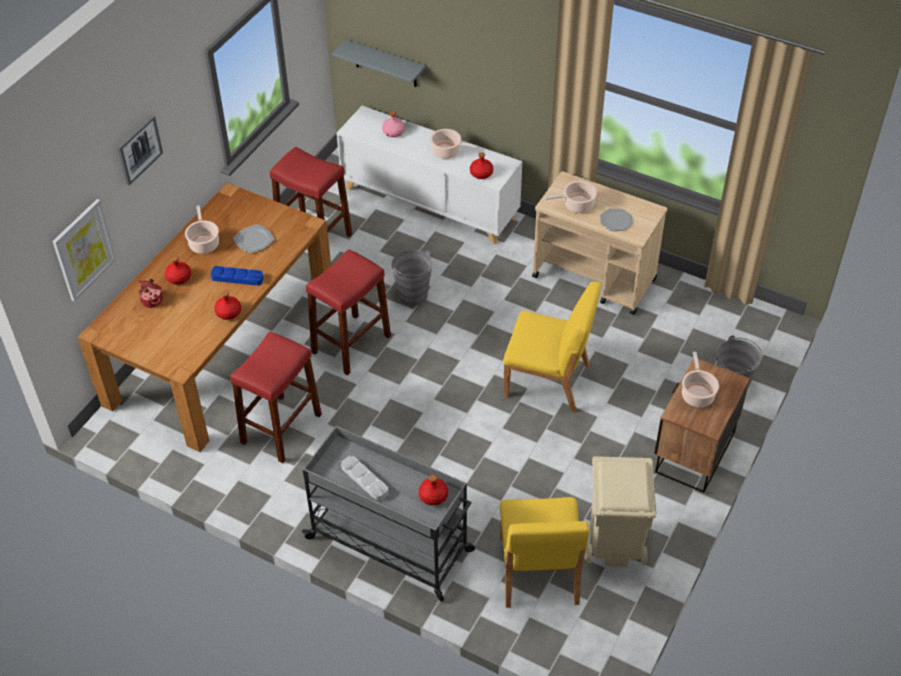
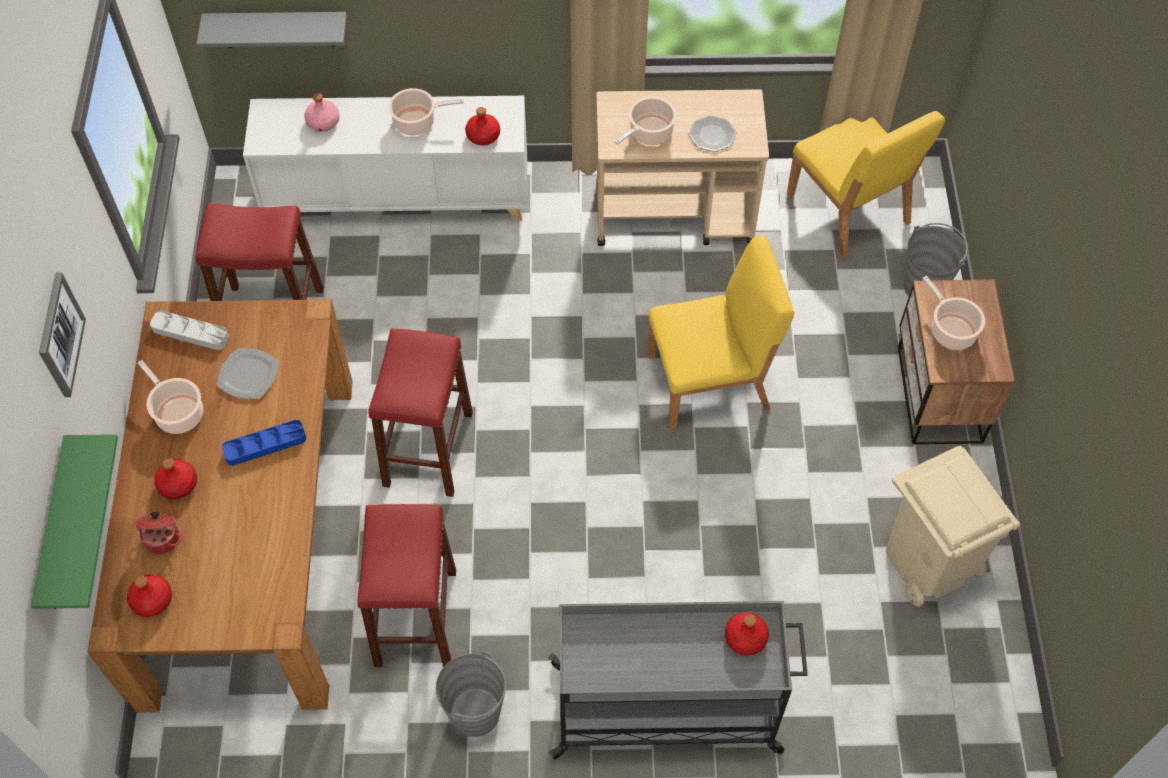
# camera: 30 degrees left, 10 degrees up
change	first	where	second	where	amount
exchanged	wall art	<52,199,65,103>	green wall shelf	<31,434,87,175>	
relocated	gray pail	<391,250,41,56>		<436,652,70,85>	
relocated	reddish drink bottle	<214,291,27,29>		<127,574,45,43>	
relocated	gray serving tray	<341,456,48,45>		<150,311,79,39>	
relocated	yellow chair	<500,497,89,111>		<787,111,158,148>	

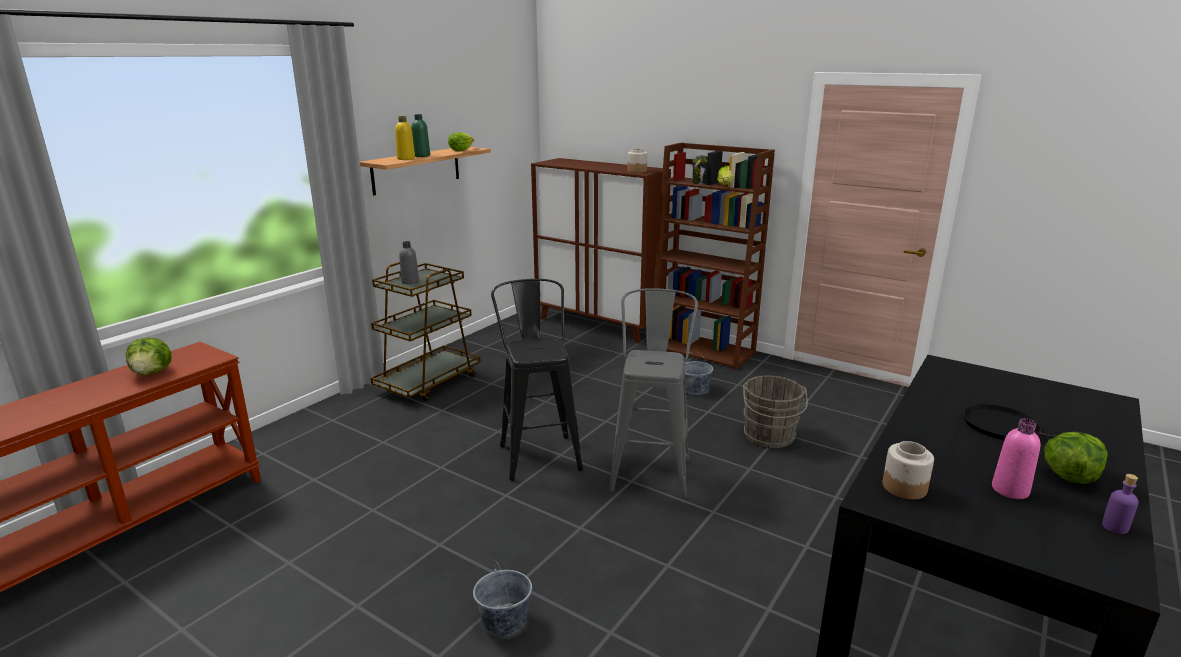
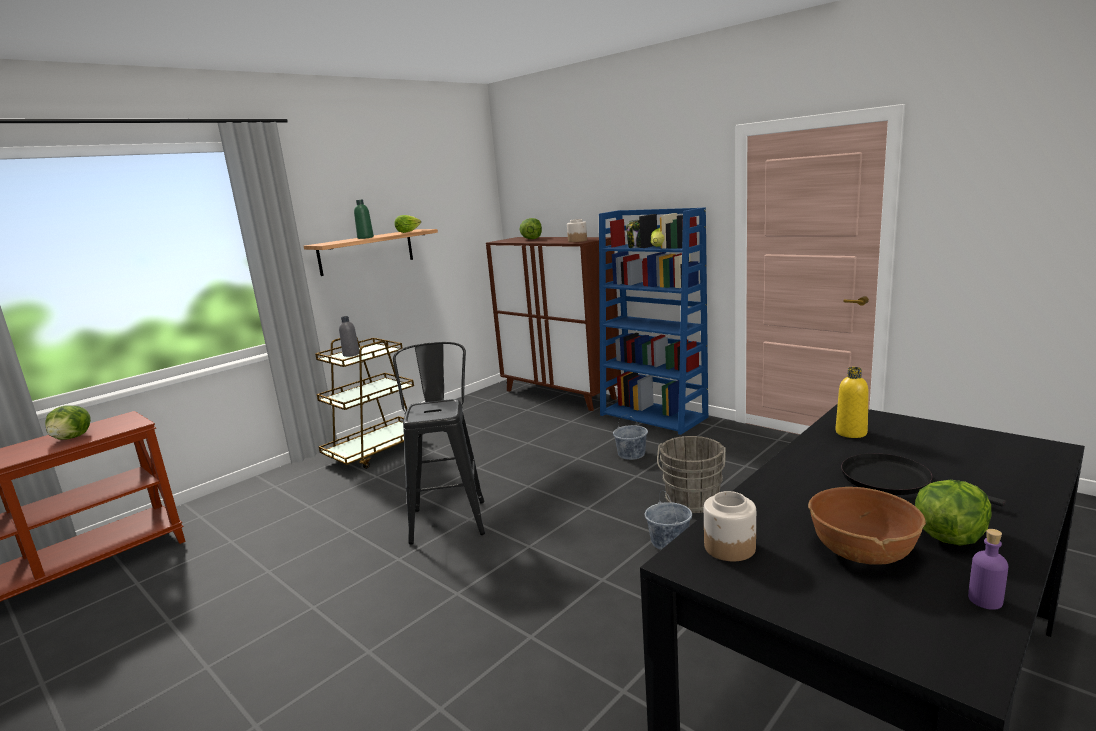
# camera: 10 degrees right, 5 degrees down
change	first	where	second	where	amount
relocated	yellow drink bottle	<395,116,20,44>		<835,367,34,71>	
colour	brown-coloured shelving unit	<654,143,121,227>	bluish shelving unit	<599,207,109,228>	
missing	gray stool	<609,288,89,211>			
exchanged	pinkish drink bottle	<992,418,48,81>	brown-coloured deep dish	<808,487,118,78>	
relocated	gray pail	<473,560,59,76>		<645,490,47,60>	
appeared			head of lettuce	<519,218,23,21>	

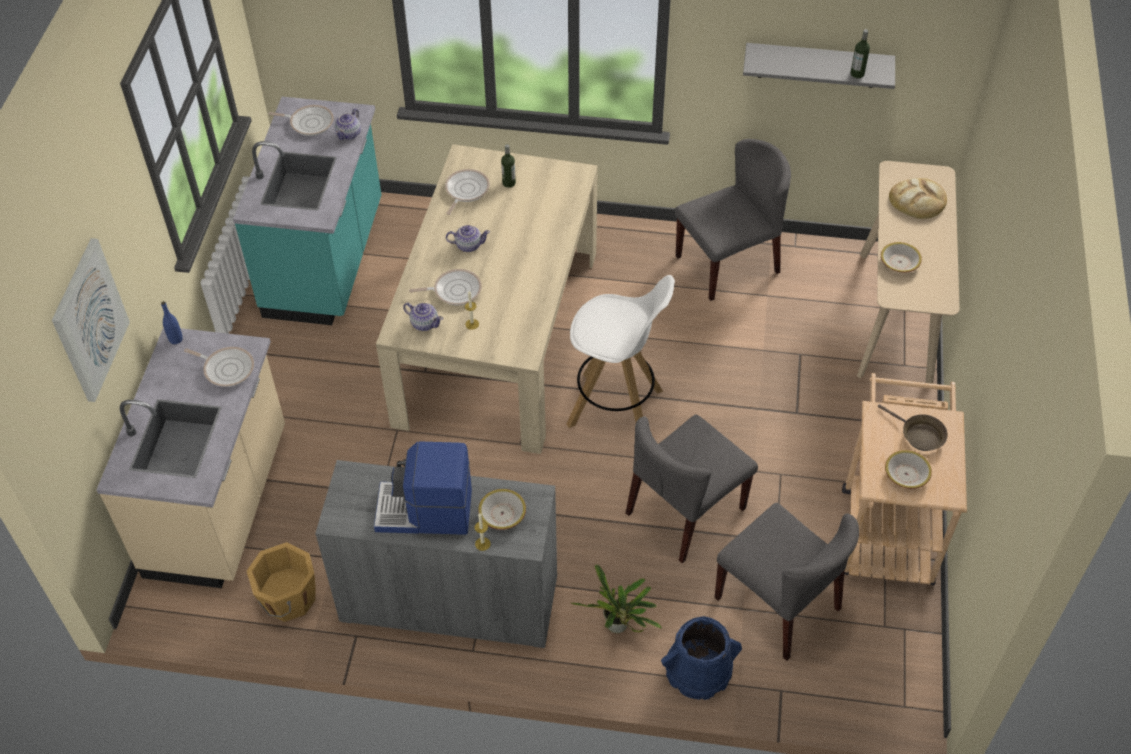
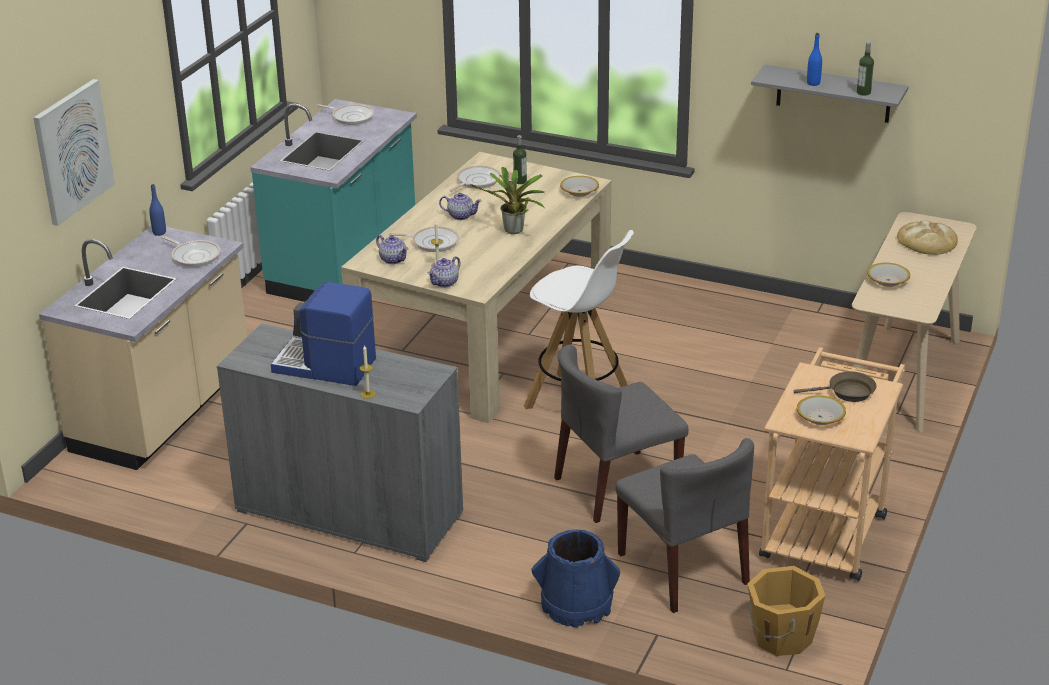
# camera: 15 degrees right, 20 degrees down
change	first	where	second	where	amount
relocated	tea pot	<335,109,26,31>		<427,256,34,31>	
missing	gray chair	<675,139,116,162>			
spun	brown-coloured pan	<878,404,70,47>		<794,371,82,31>	60 degrees counterclockwise
relocated	deep dish	<478,489,48,41>		<560,176,39,21>	
relocated	orange pail	<247,542,69,80>		<747,566,78,90>	
relocated	potted plant	<571,564,91,69>		<470,167,75,67>	
appeared			bluish drink bottle	<807,33,15,53>	

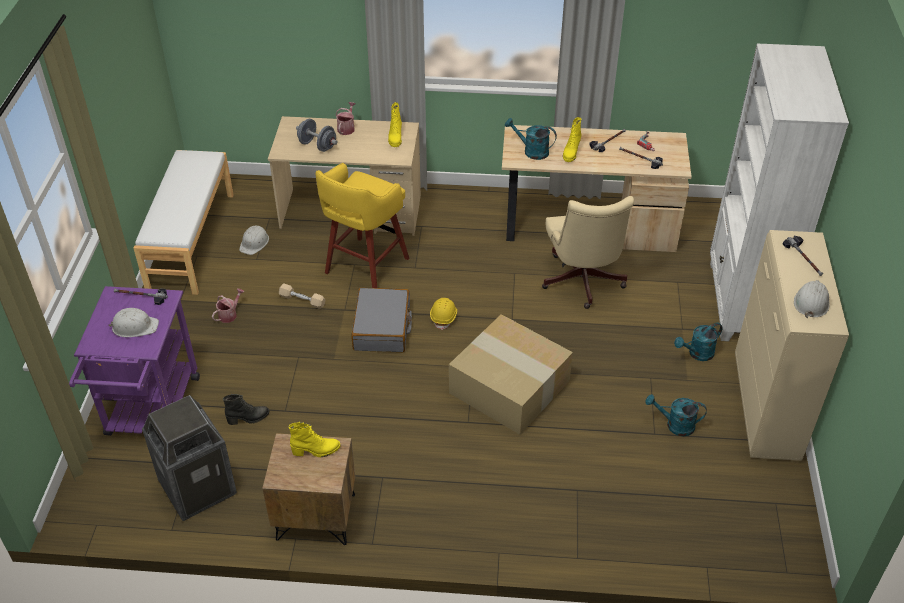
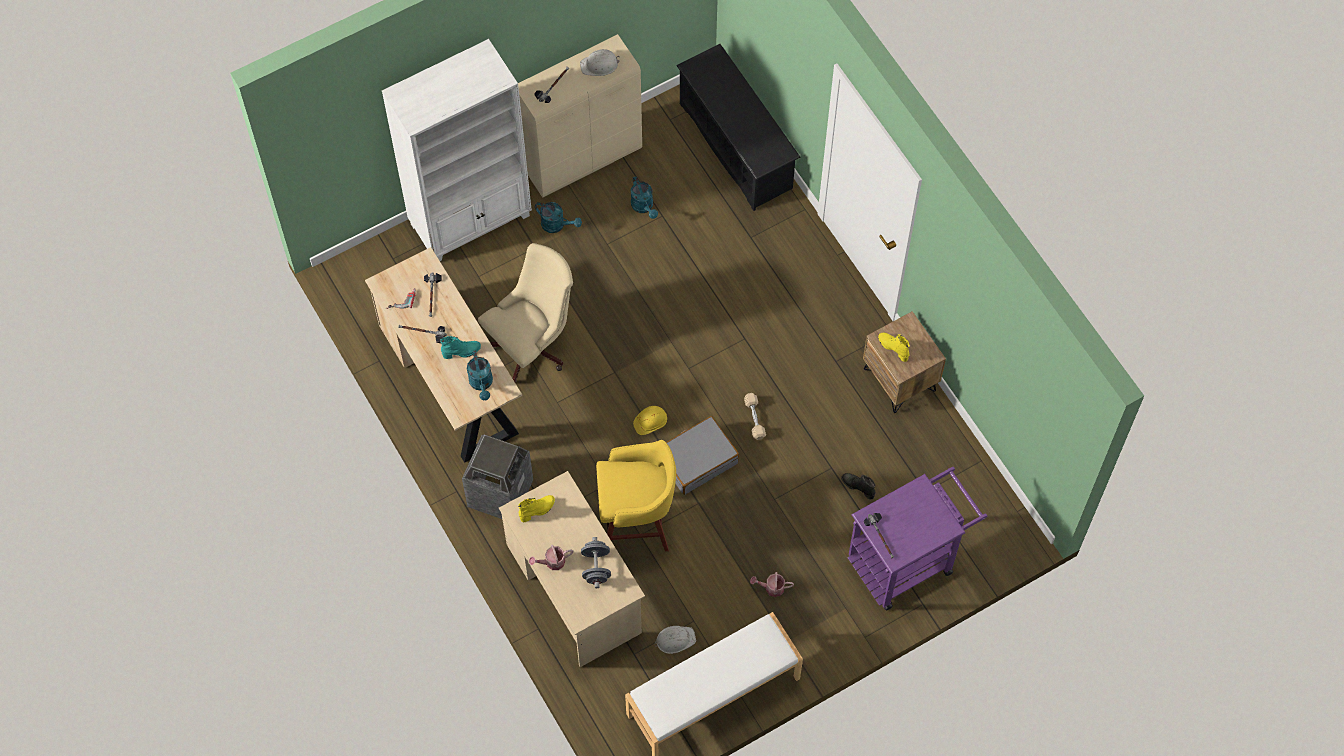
# camera: 125 degrees left, 20 degrees up
change	first	where	second	where	amount
colour	yellow high-top boot	<563,117,18,45>	blue-green high-top boot	<440,336,41,23>	
relocated	sand-coloured hand weight	<279,283,46,26>		<744,393,22,47>	
missing	whitish work helmet	<108,308,51,29>			
missing	carton	<449,314,124,121>			
relocated	rubbish bin	<142,395,95,126>		<462,434,71,85>	
appeared			black-coloured shoe rack	<676,44,124,167>	

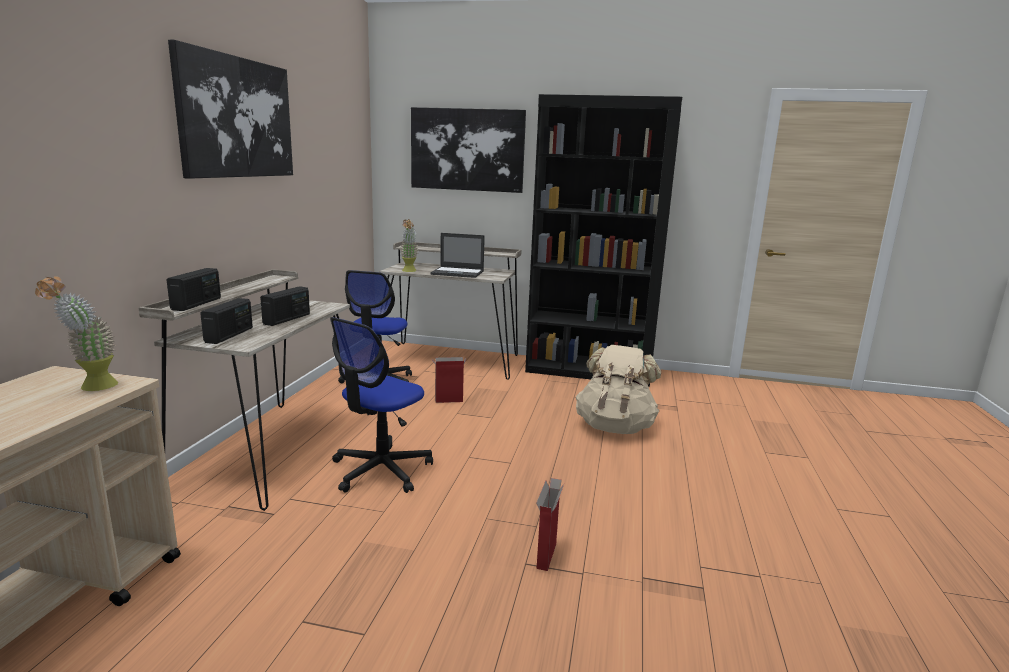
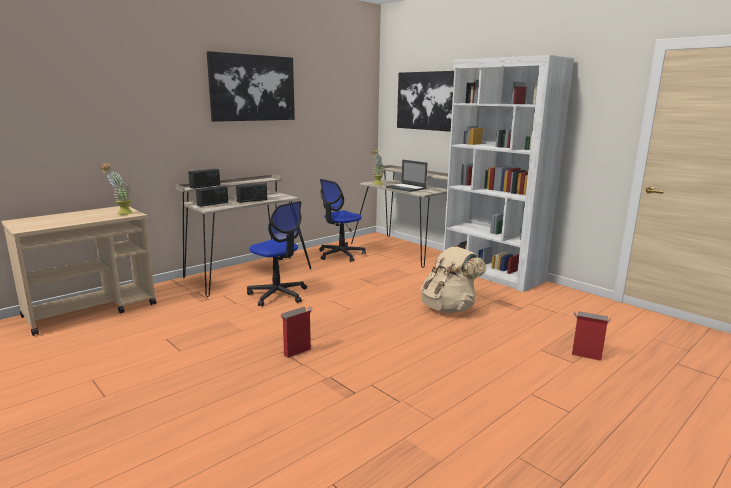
# camera: 35 degrees right, 0 degrees up
change	first	where	second	where	amount
colour	black-coloured shelving unit	<525,94,157,293>	whitish shelving unit	<443,55,131,237>	
spun	desk chair	<330,317,103,176>		<247,201,60,106>	120 degrees counterclockwise
relocated	carton	<432,357,34,46>		<572,311,39,50>	

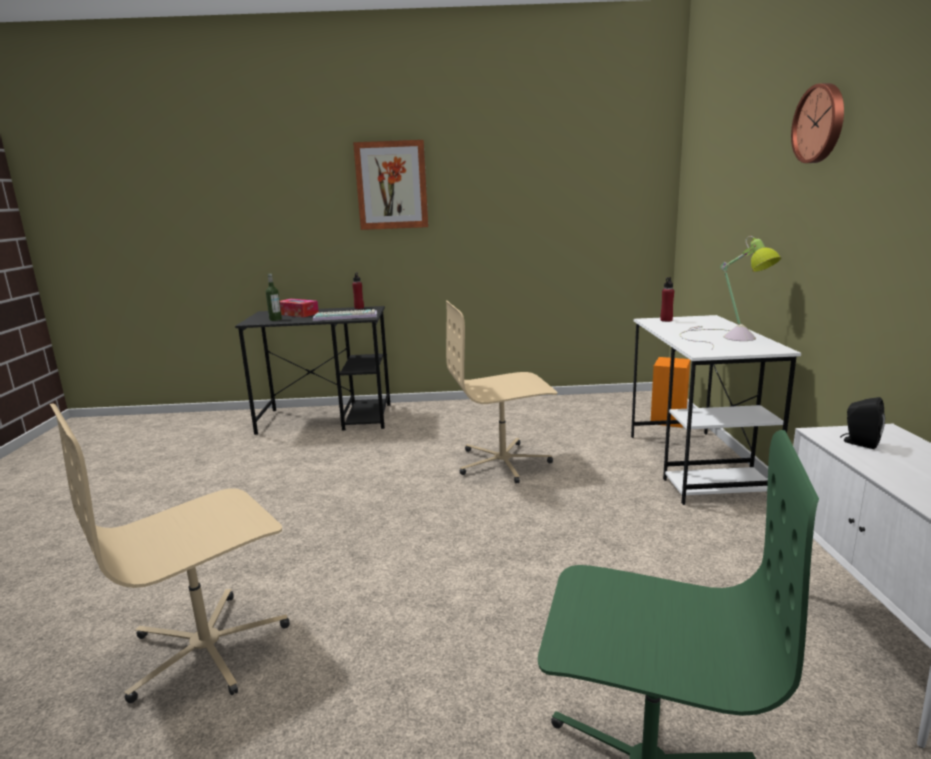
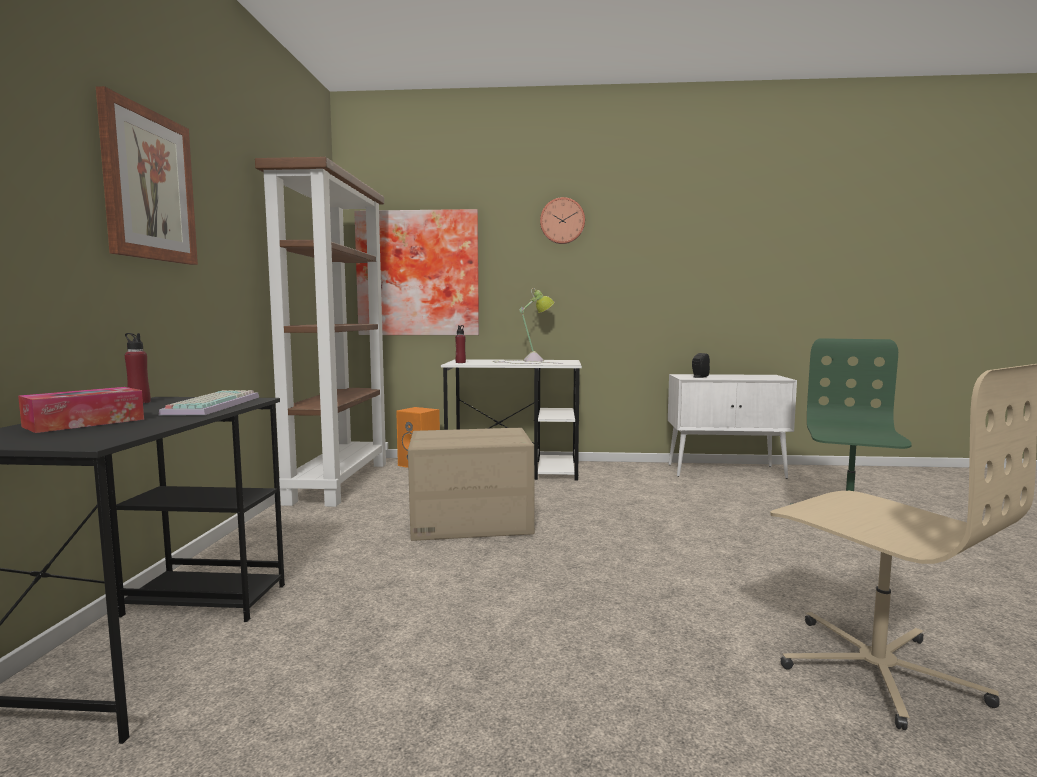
# camera: 85 degrees left, 10 degrees down
change	first	where	second	where	amount
missing	drink bottle	<266,274,16,47>			
exchanged	sand-coloured desk chair	<446,301,111,182>	carton	<408,428,127,113>	
appeared			brown-coloured shelving unit	<255,157,133,350>	
appeared			wall art	<354,209,125,126>	

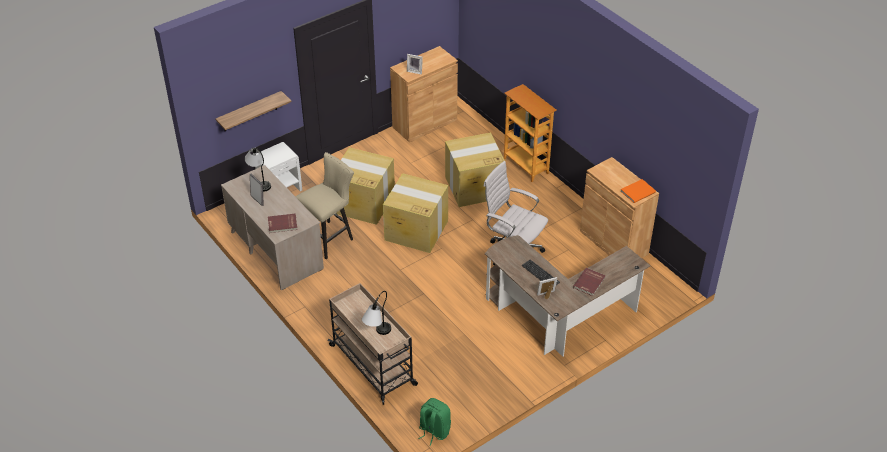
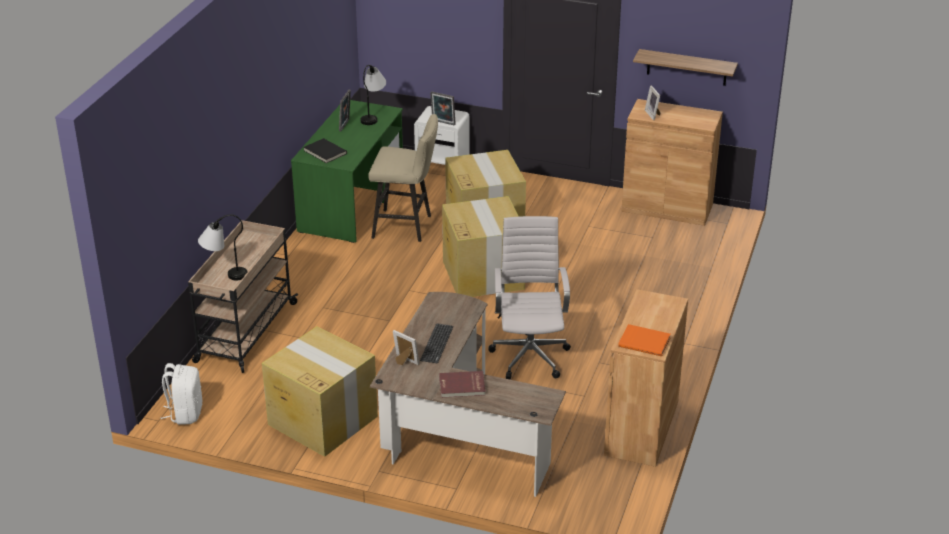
# camera: 55 degrees right, 10 degrees down
change	first	where	second	where	amount
missing	shelving unit	<504,84,53,98>			
relocated	wall shelf	<216,91,76,40>		<633,49,105,37>	
relocated	carton	<445,133,60,74>		<262,326,116,131>	
colour	sand-coloured desk	<221,165,103,125>	green desk	<291,100,112,143>	
colour	reddish book	<268,213,30,20>	black-coloured book	<304,138,43,25>	
colour	green rucksack	<418,398,33,48>	whitish rucksack	<161,363,42,62>	
appeared			standing frame	<430,91,26,35>	

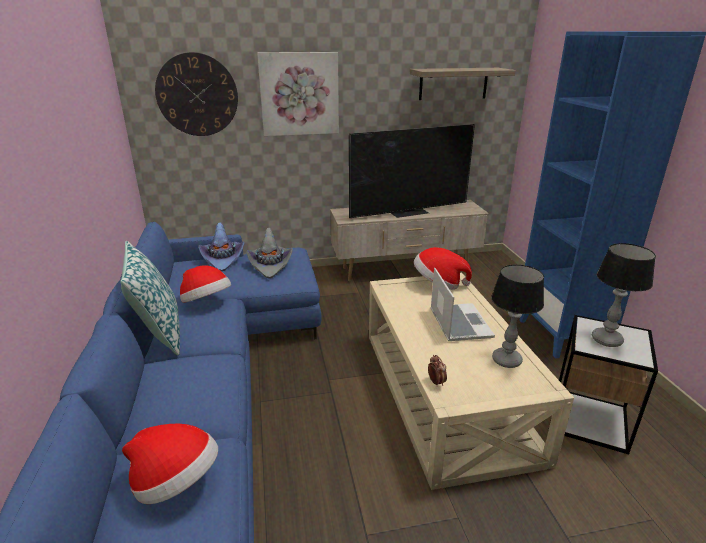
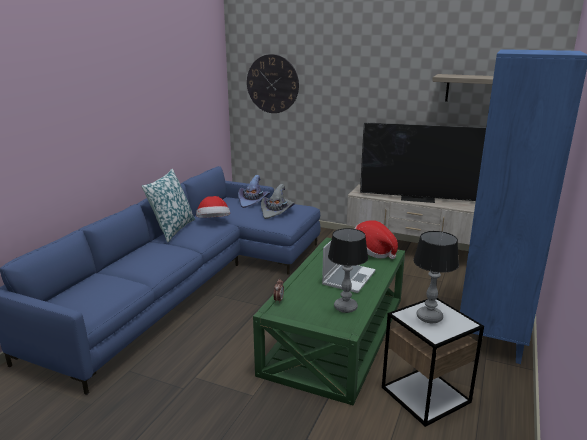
# camera: 35 degrees right, 5 degrees down
change	first	where	second	where	amount
missing	wall art	<257,52,82,84>			
colour	sand-coloured coffee table	<369,273,205,217>	green coffee table	<253,237,152,168>	
missing	clothing hat	<122,424,96,80>			

